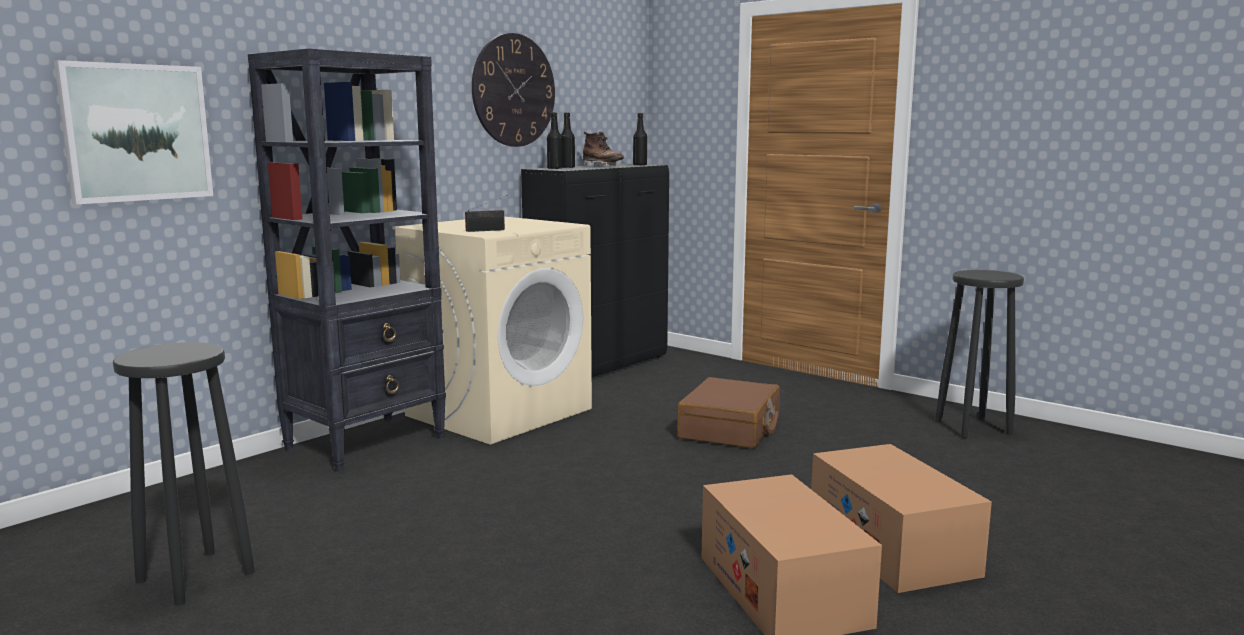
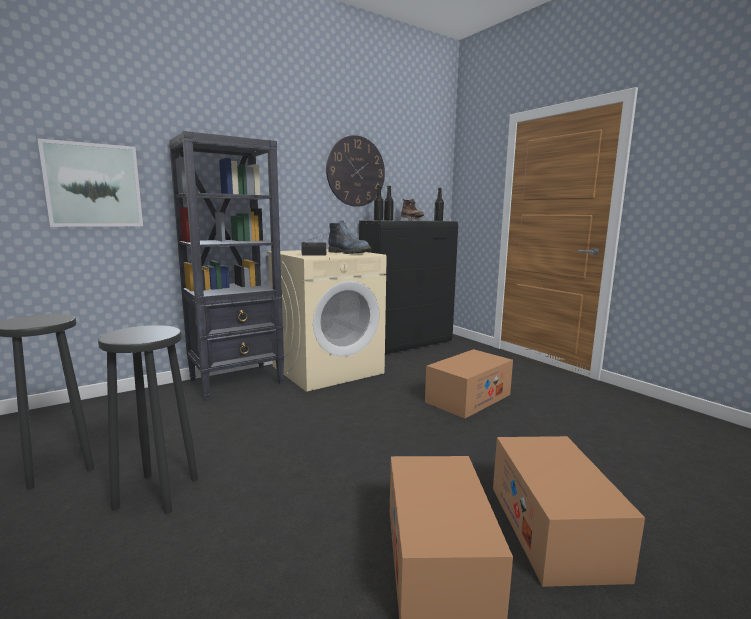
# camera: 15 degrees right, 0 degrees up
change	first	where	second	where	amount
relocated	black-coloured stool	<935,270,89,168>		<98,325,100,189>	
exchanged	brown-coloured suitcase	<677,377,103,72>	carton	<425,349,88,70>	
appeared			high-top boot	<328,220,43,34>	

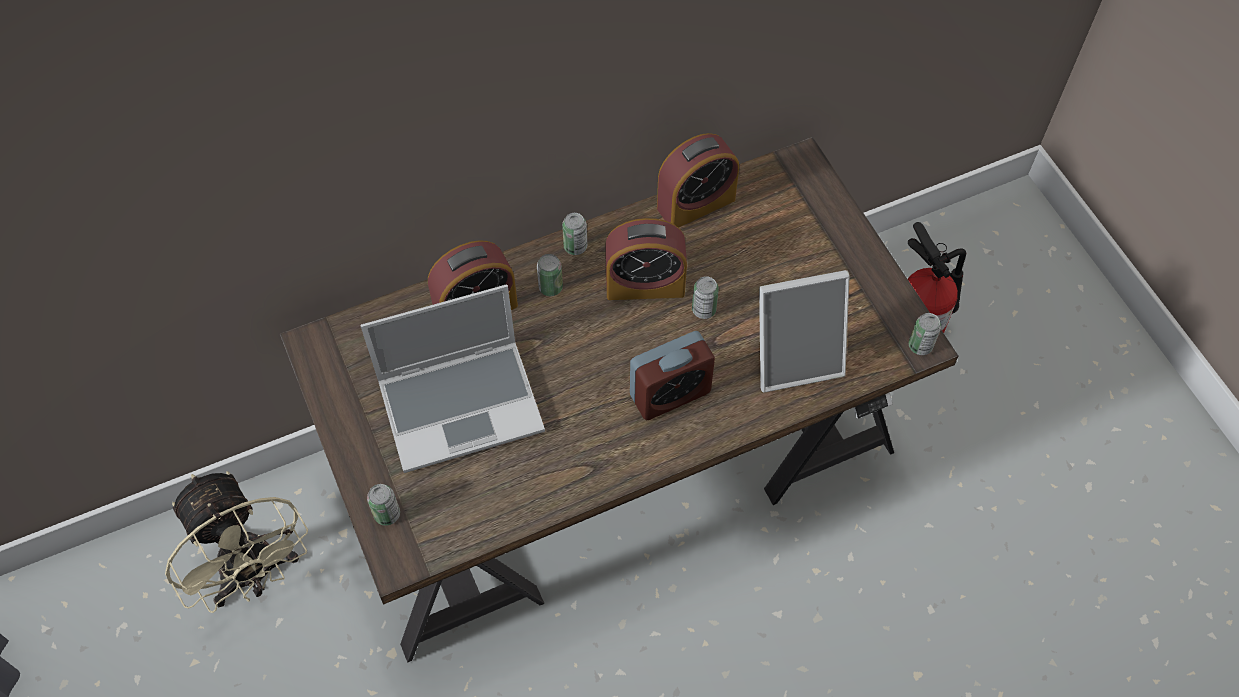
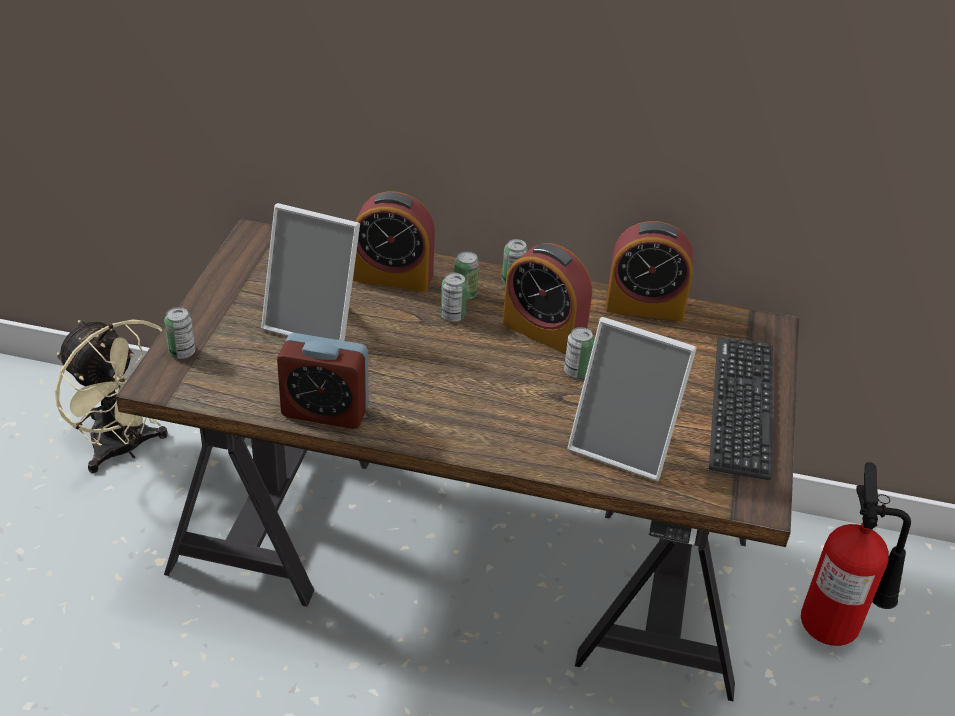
# camera: 35 degrees right, 20 degrees down
change	first	where	second	where	amount
exchanged	notebook computer	<361,284,184,189>	standing frame	<261,203,99,138>	
relocated	can	<909,313,32,42>		<441,273,26,49>	
relocated	alarm clock	<630,331,85,89>		<277,333,92,96>	
spun	sand-coloured fan	<165,471,143,142>		<55,319,113,154>	45 degrees counterclockwise
appeared			keyboard	<709,337,64,143>	

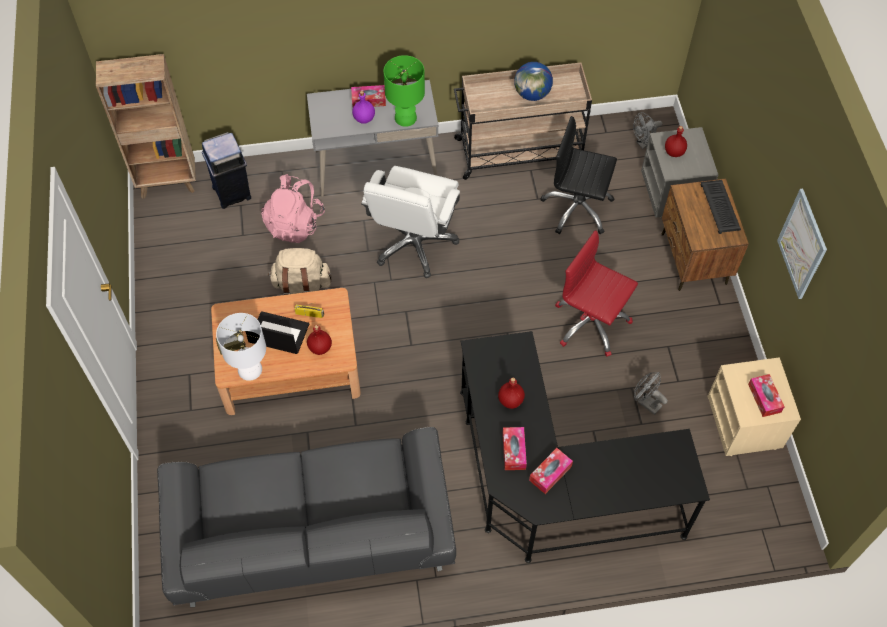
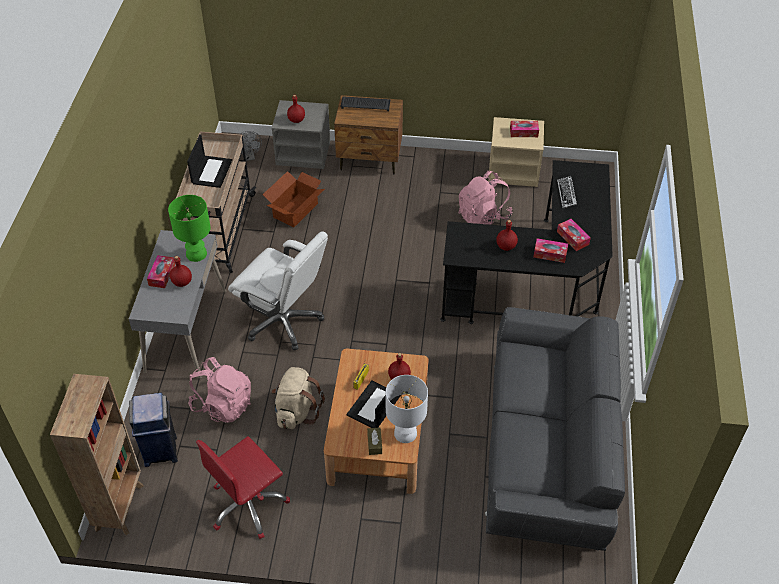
# camera: 75 degrees left, 10 degrees down
change	first	where	second	where	amount
exchanged	globe	<514,62,39,39>	notebook computer	<187,134,45,54>	
colour	purplish drink bottle	<352,91,23,33>	reddish drink bottle	<170,256,22,31>	
exchanged	black-coloured desk chair	<541,116,76,118>	carton	<263,171,62,56>	
missing	wall art	<777,189,50,110>			
relocated	reddish desk chair	<555,230,83,127>		<196,436,94,103>	
exchanged	gray fan	<634,372,34,43>	pinkish rucksack	<459,171,53,54>	
appeared			keyboard	<557,176,20,32>	

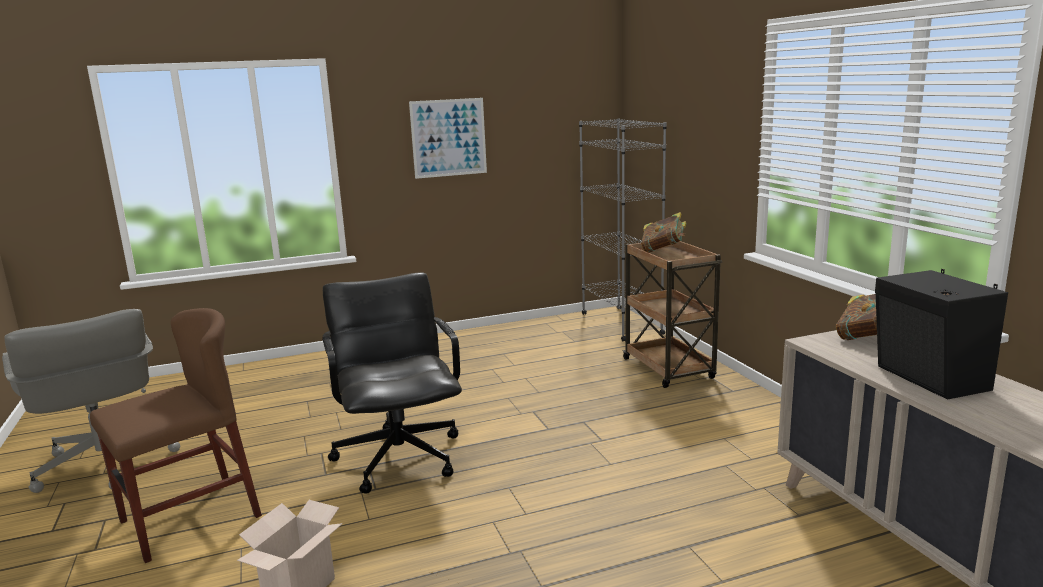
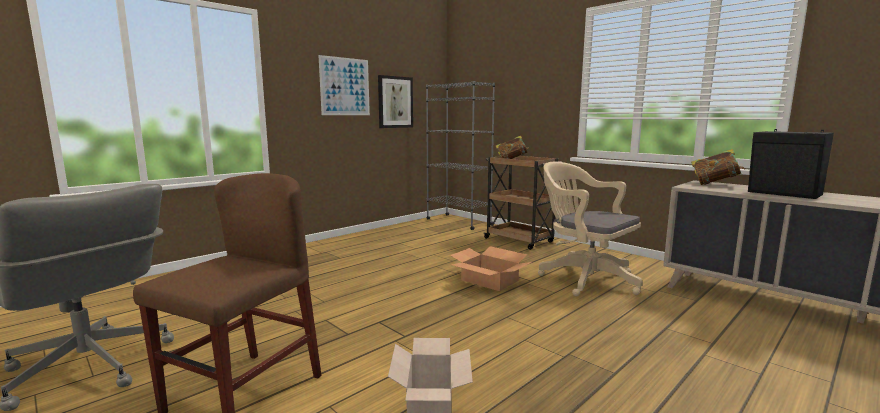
# camera: 25 degrees left, 5 degrees down
change	first	where	second	where	amount
missing	black-coloured desk chair	<322,272,140,222>			
appeared			wall art	<378,75,35,53>	
appeared			sand-coloured desk chair	<538,162,105,134>	
appeared			carton	<450,246,82,45>	

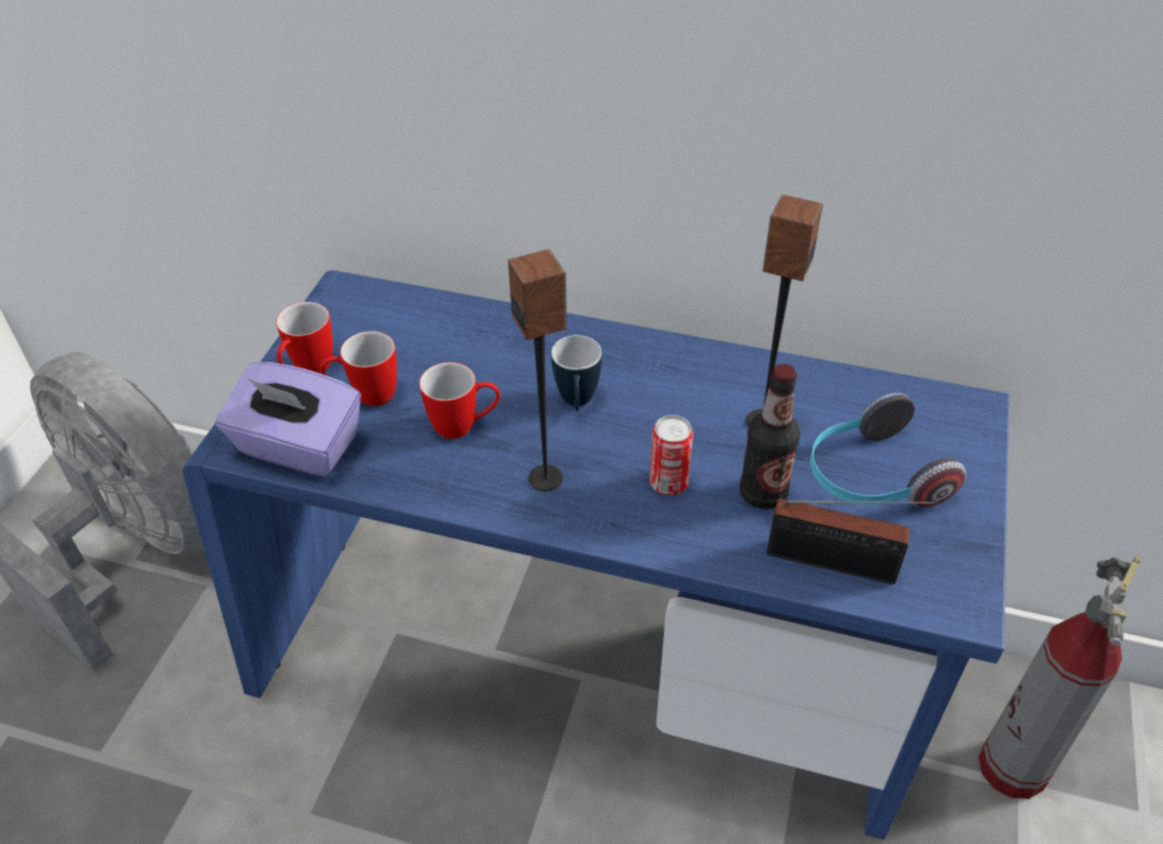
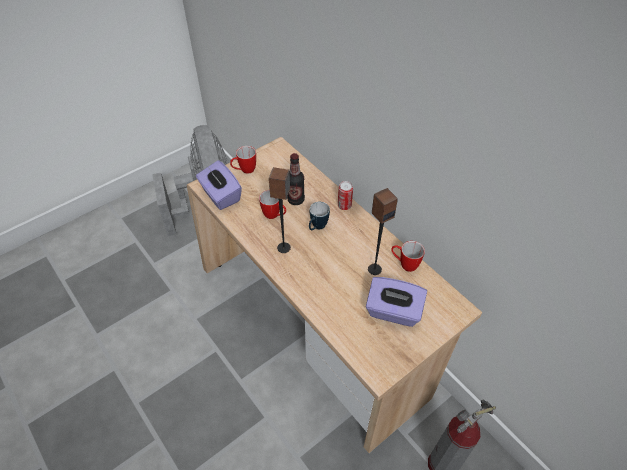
# camera: 35 degrees right, 5 degrees up
change	first	where	second	where	amount
colour	bluish desk	<183,270,826,570>	sand-coloured desk	<187,137,295,316>	
relocated	tea mug	<320,331,77,75>		<391,241,34,31>	
relocated	drink bottle	<740,364,60,145>		<287,153,18,52>	
exchanged	headset	<810,393,156,114>	purplish tissue box	<366,277,61,50>	
relocated	can	<649,415,44,81>		<338,181,15,29>	
missing	radio	<767,499,172,85>			

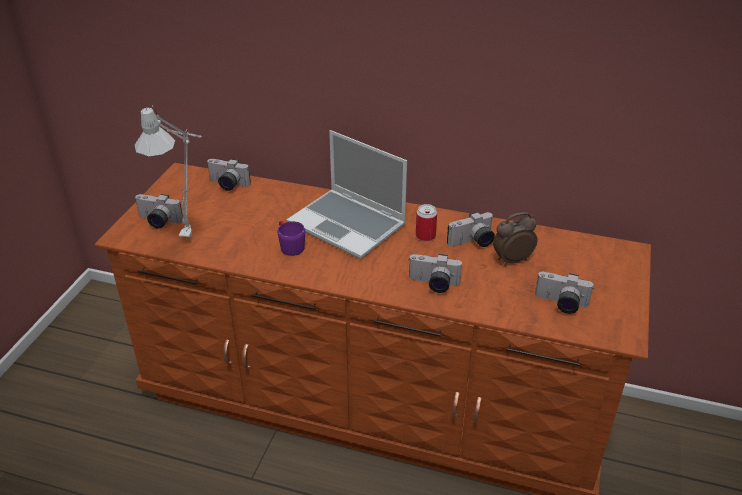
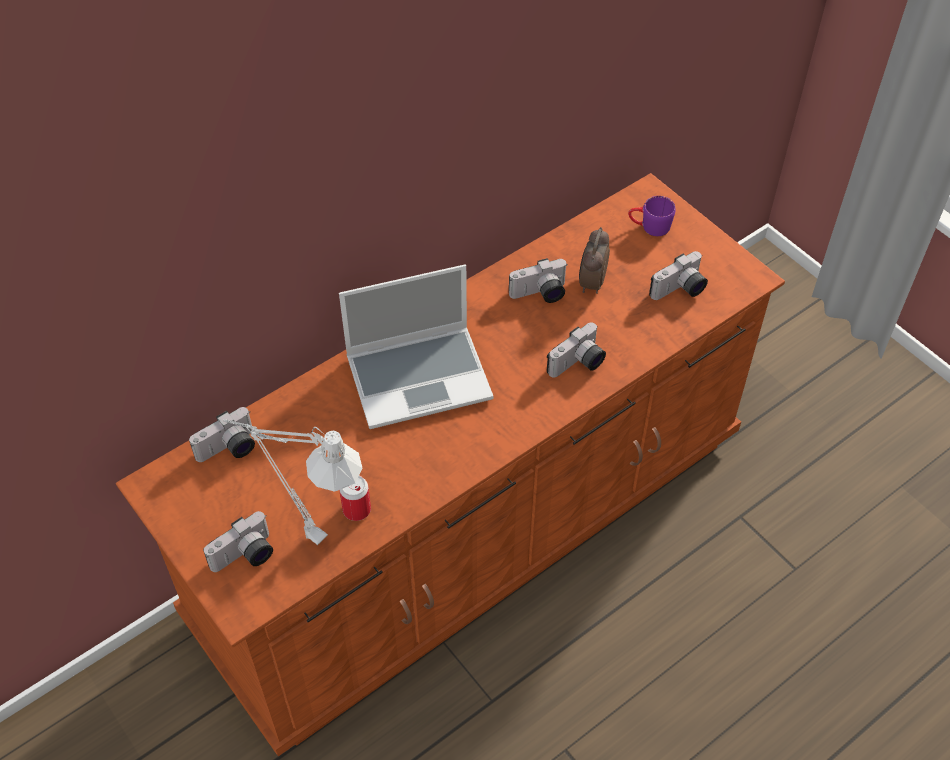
# camera: 55 degrees left, 15 degrees up
change	first	where	second	where	amount
relocated	can	<416,204,21,37>		<339,475,32,46>	
spun	photo camera	<447,212,48,35>		<509,258,59,45>	60 degrees clockwise
relocated	purplish tea mug	<277,221,28,35>		<628,196,48,40>	

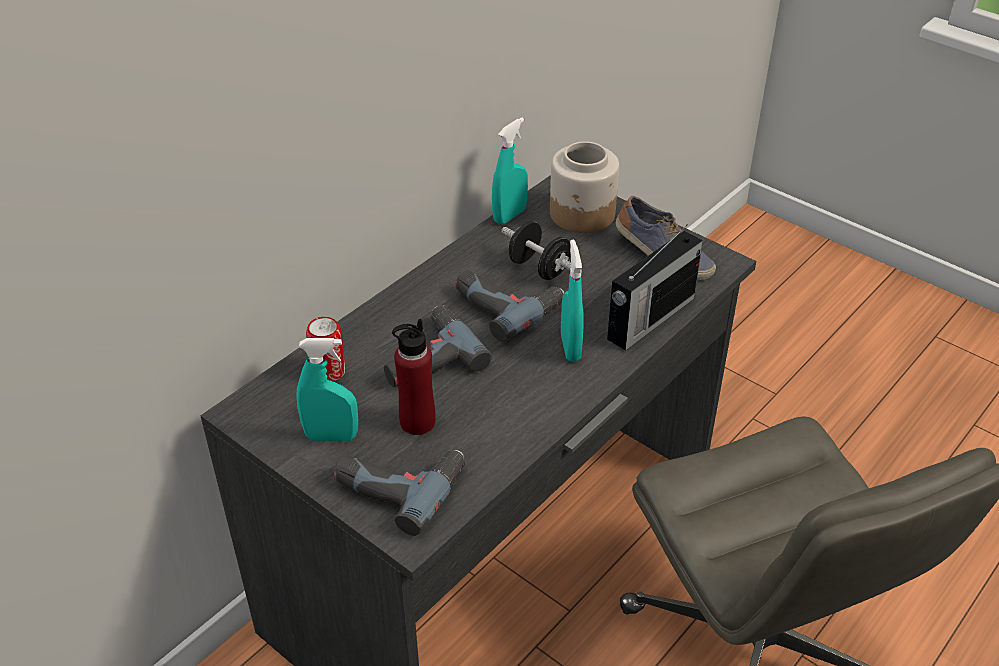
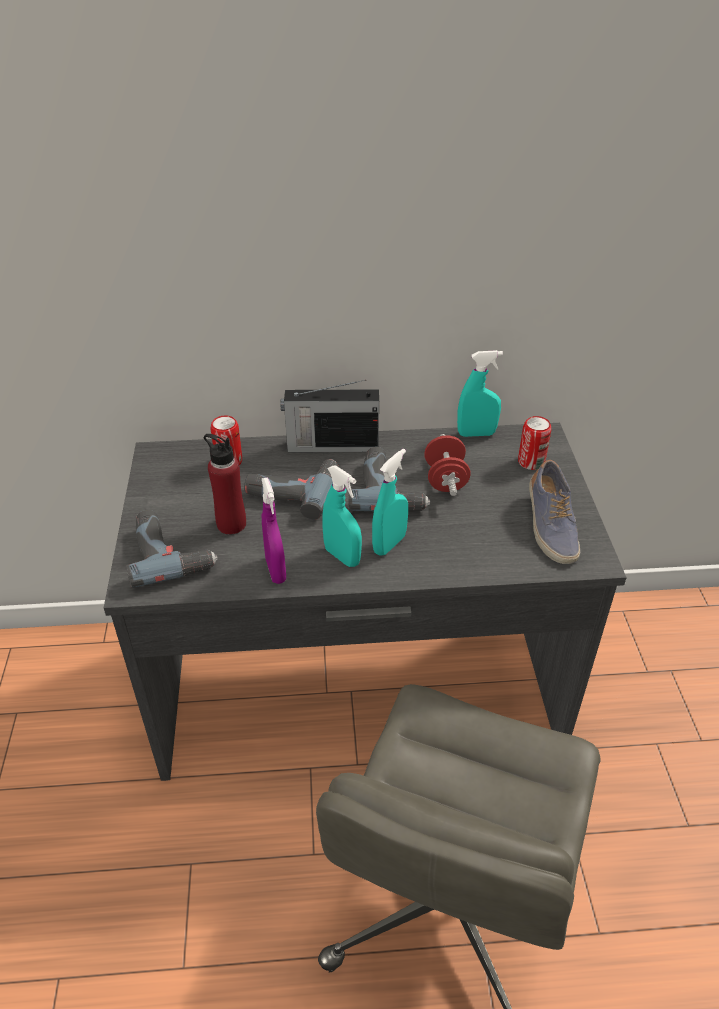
# camera: 45 degrees right, 0 degrees up
change	first	where	second	where	amount
exchanged	preserve jar	<550,141,69,92>	can	<518,416,33,54>	
colour	black-coloured hand weight	<501,221,70,59>	reddish hand weight	<424,434,47,62>	
relocated	radio	<607,225,96,126>		<281,380,98,72>	
relocated	blue-green hand sprayer	<296,338,63,103>		<322,465,40,102>	
appeared			purplish hand sprayer	<261,477,25,107>	

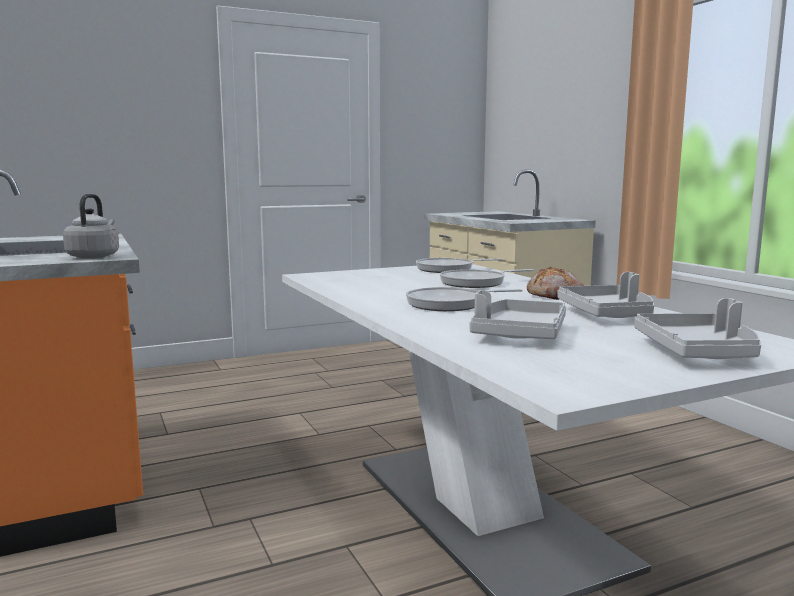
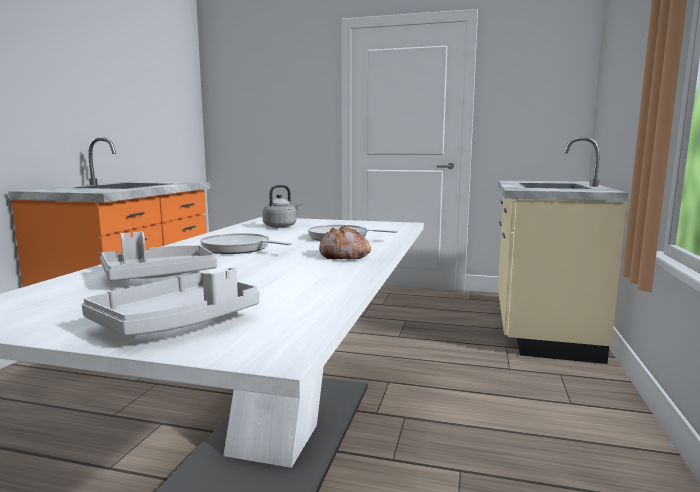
# camera: 40 degrees right, 0 degrees up
change	first	where	second	where	amount
relocated	gray kettle	<63,194,56,65>		<262,185,40,43>	
missing	pan	<416,258,87,15>			
missing	gray serving tray	<558,272,96,46>			

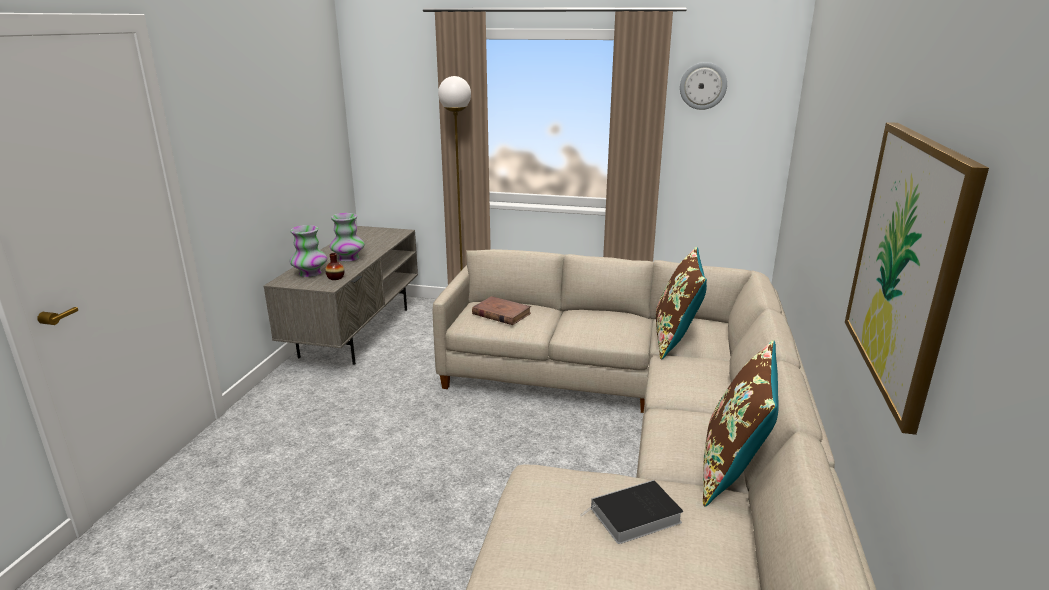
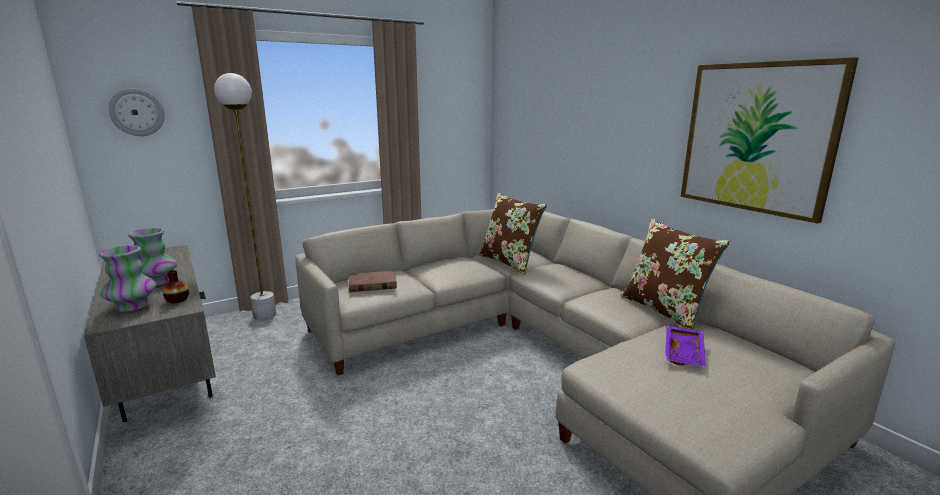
# camera: 45 degrees left, 5 degrees down
change	first	where	second	where	amount
relocated	clock on the wall	<680,62,47,48>		<108,88,57,48>	
exchanged	book	<581,480,102,64>	purplish serving tray	<665,326,41,40>	

